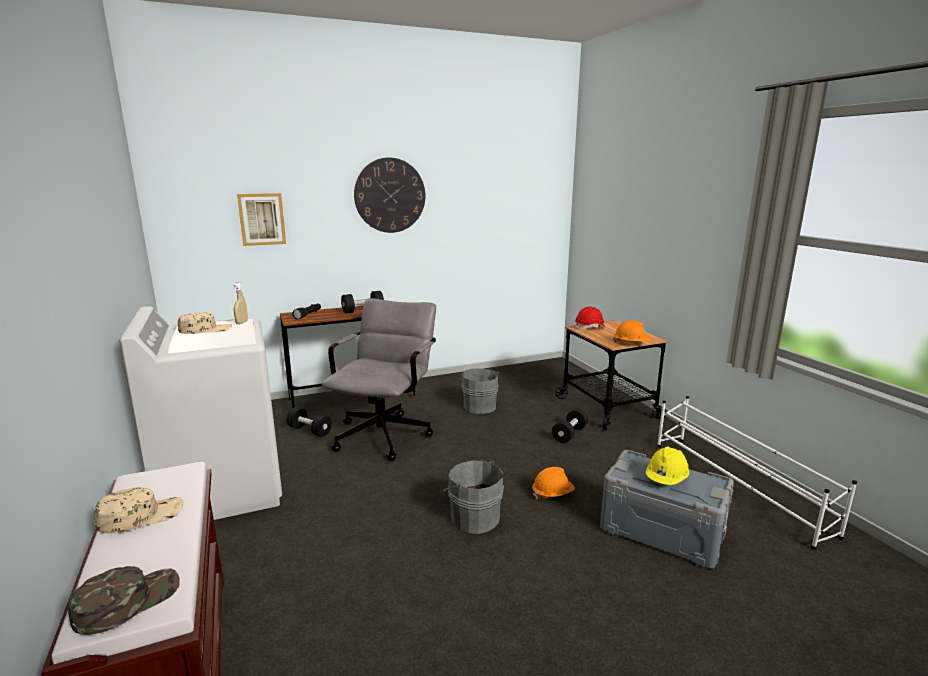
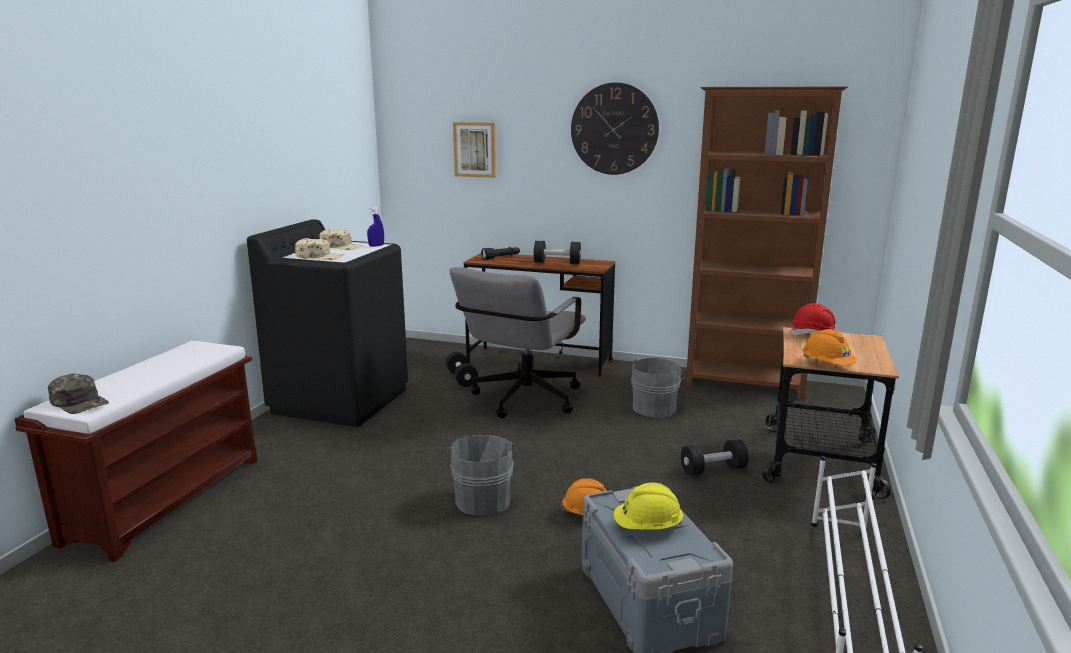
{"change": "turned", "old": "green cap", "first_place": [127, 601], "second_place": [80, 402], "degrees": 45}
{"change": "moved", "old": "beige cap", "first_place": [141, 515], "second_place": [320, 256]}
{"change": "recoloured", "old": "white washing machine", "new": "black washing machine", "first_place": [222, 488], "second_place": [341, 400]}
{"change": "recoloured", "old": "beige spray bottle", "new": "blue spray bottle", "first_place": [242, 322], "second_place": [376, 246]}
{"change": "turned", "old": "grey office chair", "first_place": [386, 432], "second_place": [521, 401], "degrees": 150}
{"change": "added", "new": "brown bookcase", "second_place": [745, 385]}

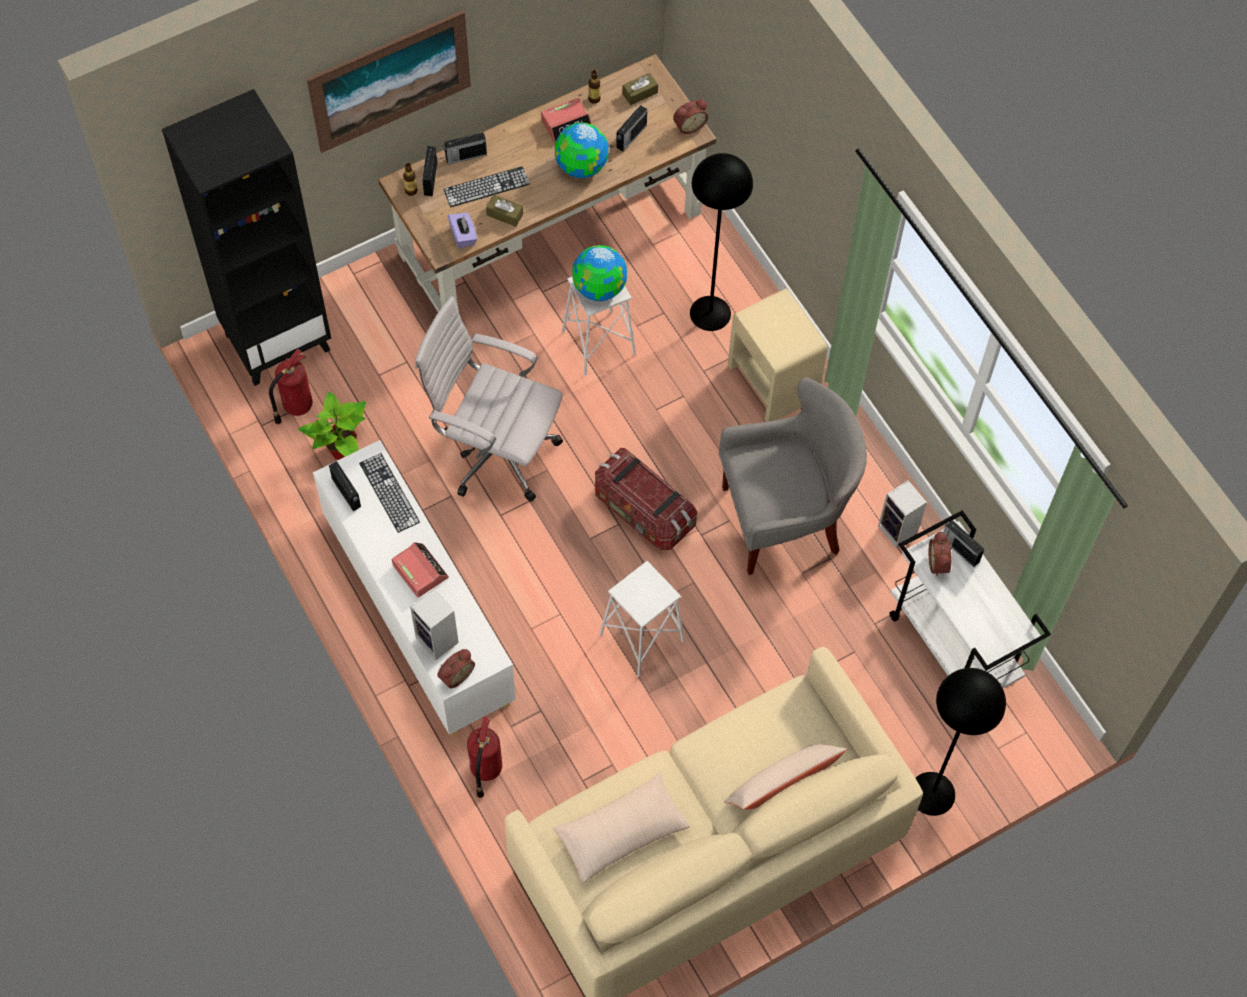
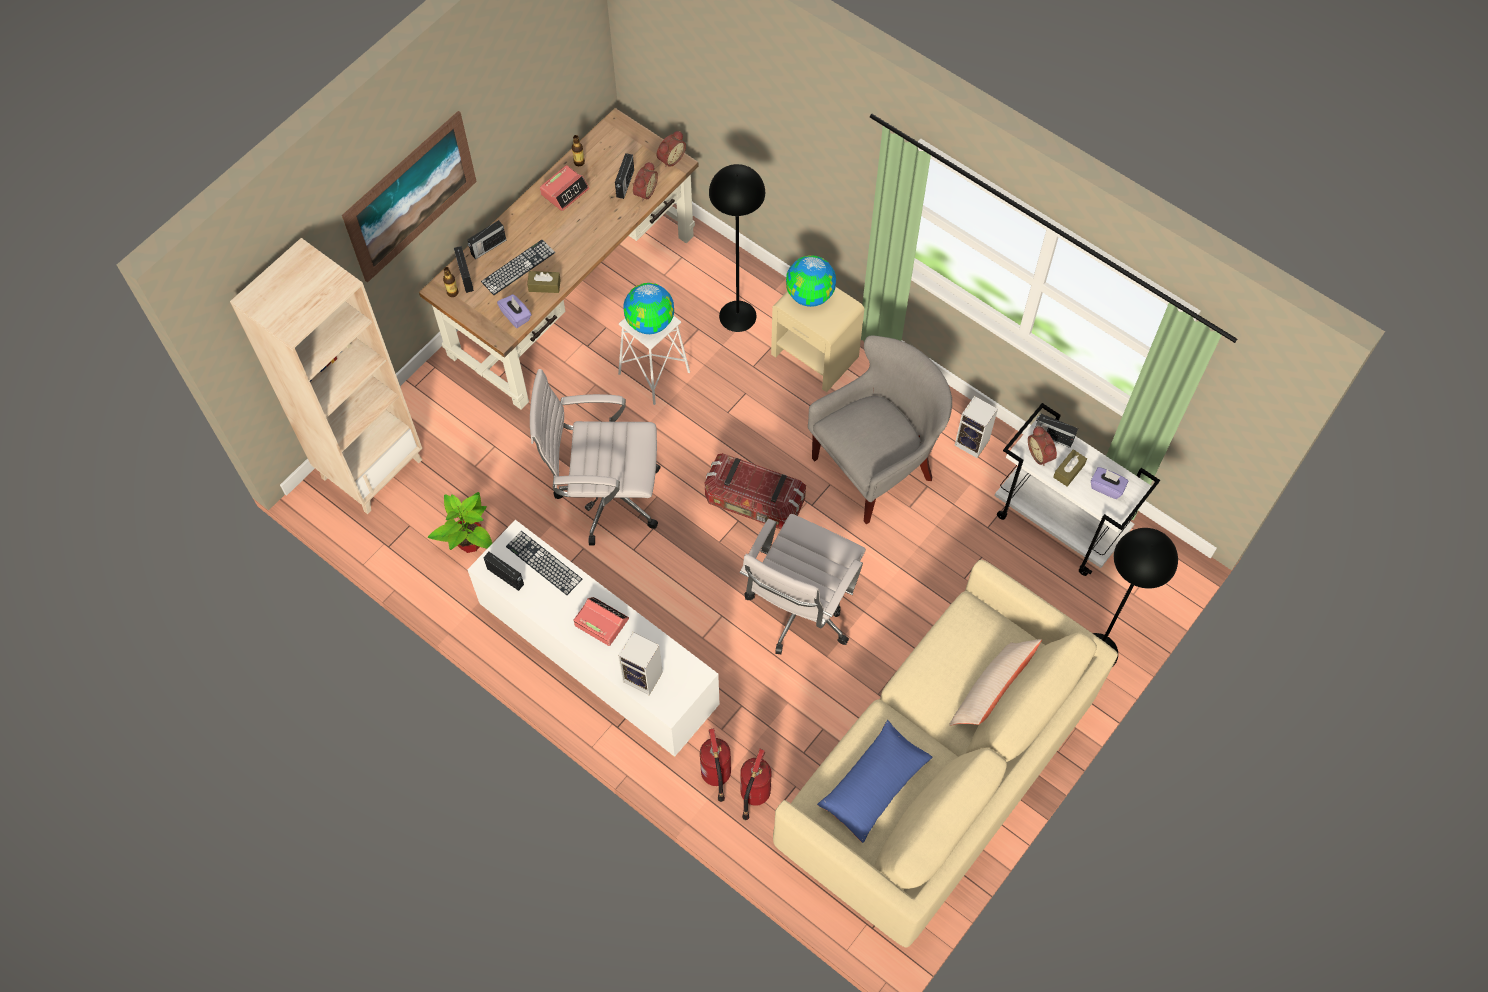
{"change": "recoloured", "old": "black bookcase", "new": "beige bookcase", "first_place": [278, 341], "second_place": [372, 468]}
{"change": "moved", "old": "fire extinguisher", "first_place": [296, 406], "second_place": [754, 794]}
{"change": "moved", "old": "alarm clock", "first_place": [455, 674], "second_place": [644, 191]}
{"change": "recoloured", "old": "beige pillow", "new": "blue pillow", "first_place": [621, 832], "second_place": [874, 784]}
{"change": "moved", "old": "globe", "first_place": [581, 166], "second_place": [810, 295]}
{"change": "replaced", "old": "white stool", "new": "white office chair", "first_place": [641, 637], "second_place": [800, 611]}
{"change": "moved", "old": "brown tissue box", "first_place": [640, 93], "second_place": [1068, 471]}
{"change": "added", "new": "purple tissue box", "second_place": [1106, 487]}

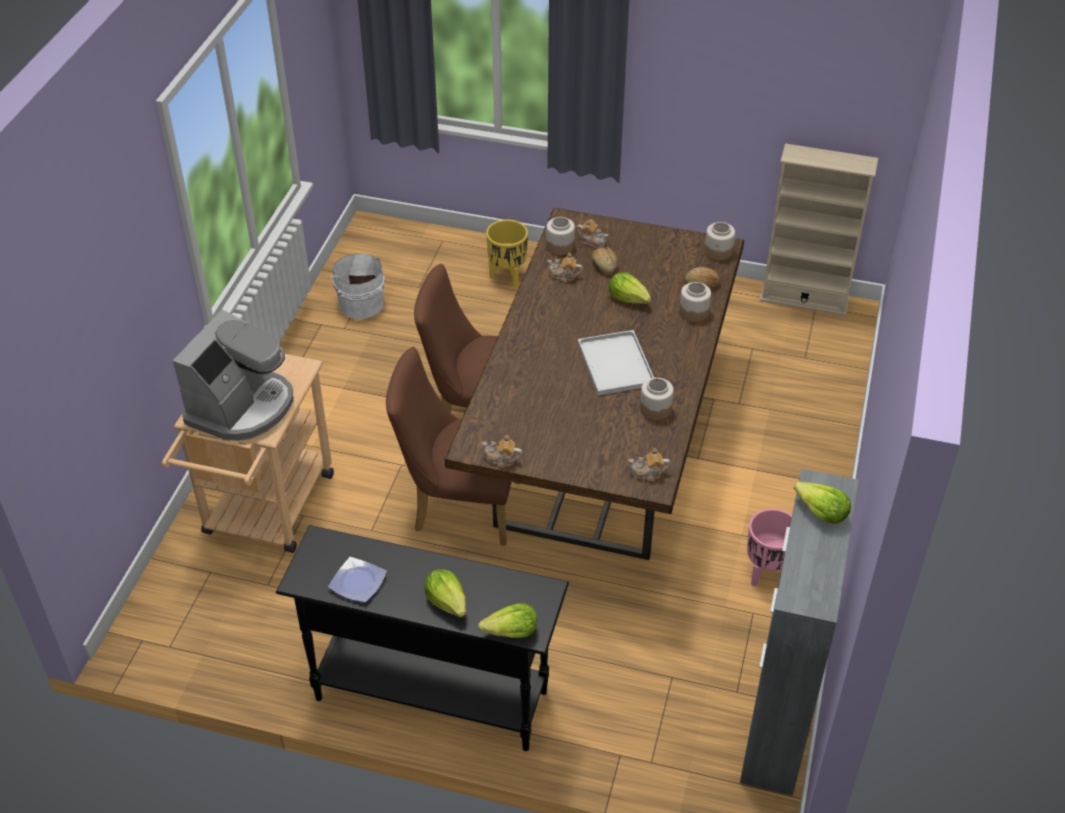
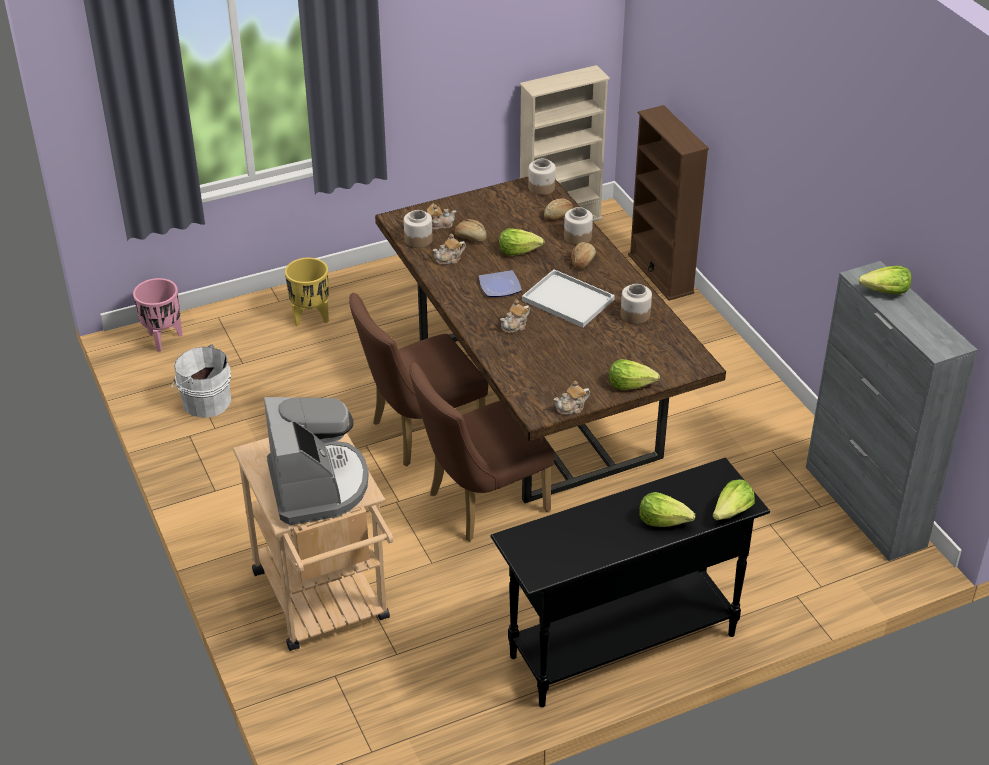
{"change": "moved", "old": "plate", "first_place": [359, 582], "second_place": [500, 286]}
{"change": "moved", "old": "teapot", "first_place": [648, 473], "second_place": [515, 326]}
{"change": "moved", "old": "pink planter", "first_place": [767, 573], "second_place": [164, 339]}
{"change": "added", "new": "bread", "second_place": [582, 261]}
{"change": "added", "new": "lettuce", "second_place": [630, 384]}
{"change": "added", "new": "brown bookcase", "second_place": [660, 274]}

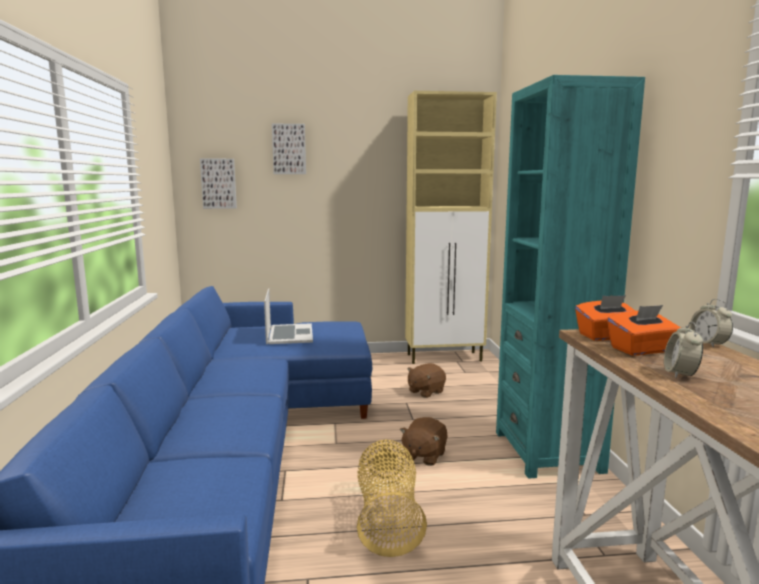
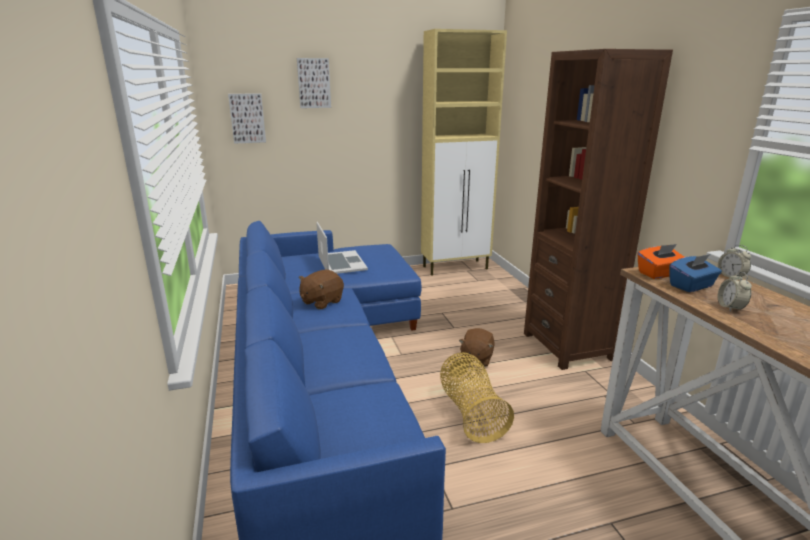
{"change": "moved", "old": "brown plush toy", "first_place": [425, 391], "second_place": [321, 302]}
{"change": "recoloured", "old": "turquoise bookcase", "new": "brown bookcase", "first_place": [548, 451], "second_place": [568, 346]}
{"change": "recoloured", "old": "orange tissue box", "new": "blue tissue box", "first_place": [642, 350], "second_place": [691, 286]}

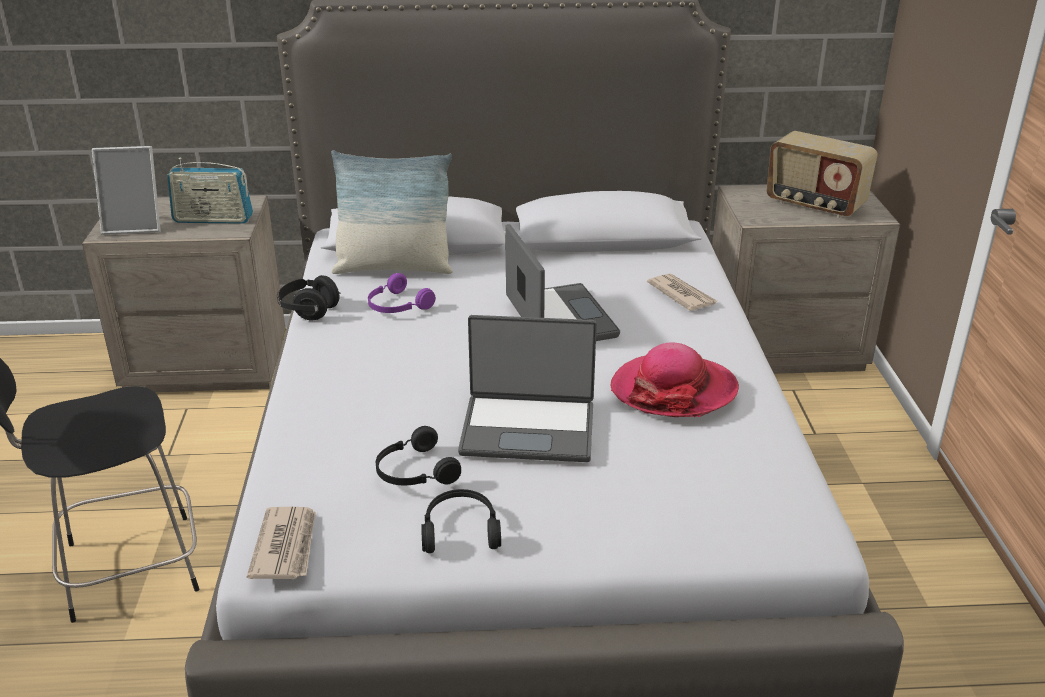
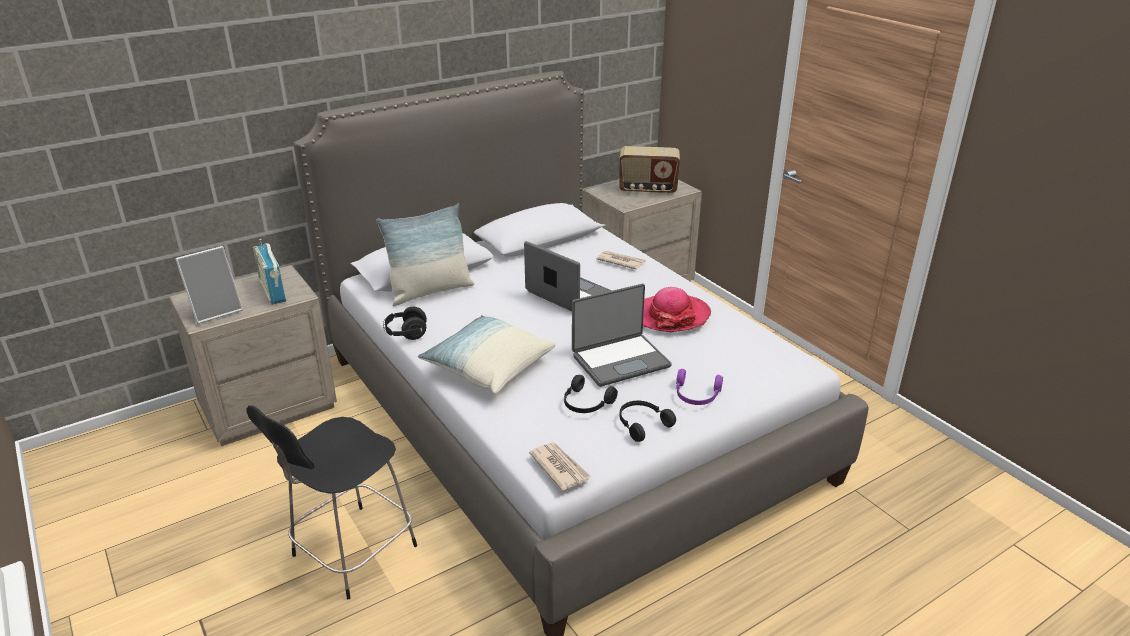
{"change": "turned", "old": "radio", "first_place": [213, 219], "second_place": [273, 291], "degrees": 90}
{"change": "moved", "old": "purple headphones", "first_place": [397, 306], "second_place": [696, 396]}
{"change": "added", "new": "pillow", "second_place": [488, 367]}

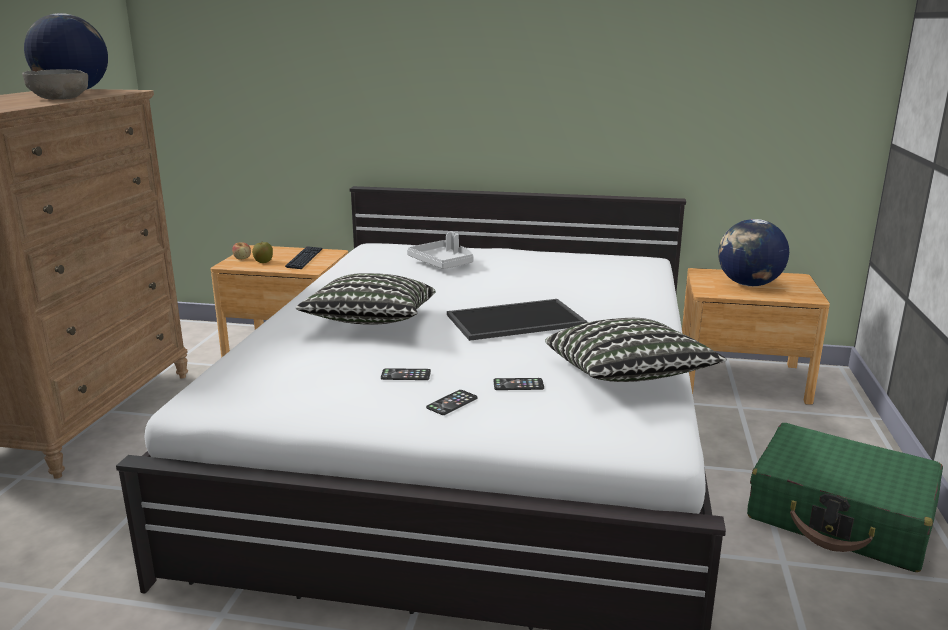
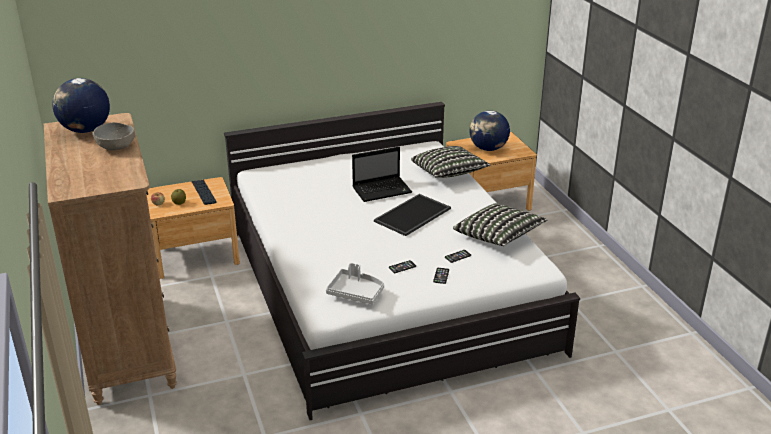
{"change": "moved", "old": "pillow", "first_place": [371, 323], "second_place": [448, 174]}
{"change": "moved", "old": "grey tray", "first_place": [443, 263], "second_place": [356, 293]}
{"change": "removed", "old": "green suitcase", "first_place": [840, 516]}
{"change": "added", "new": "laptop", "second_place": [383, 190]}

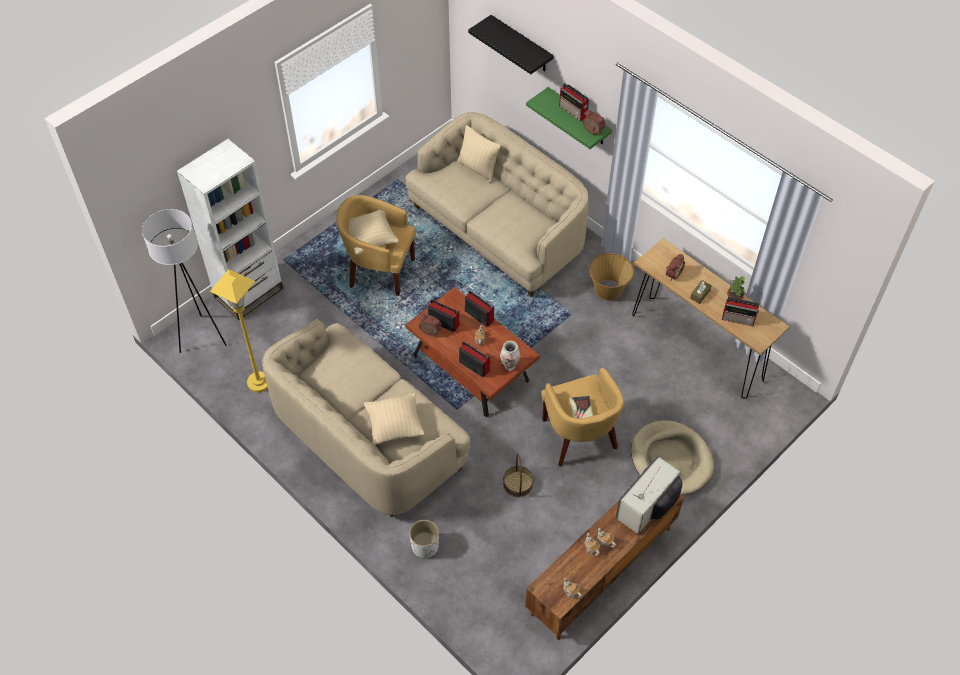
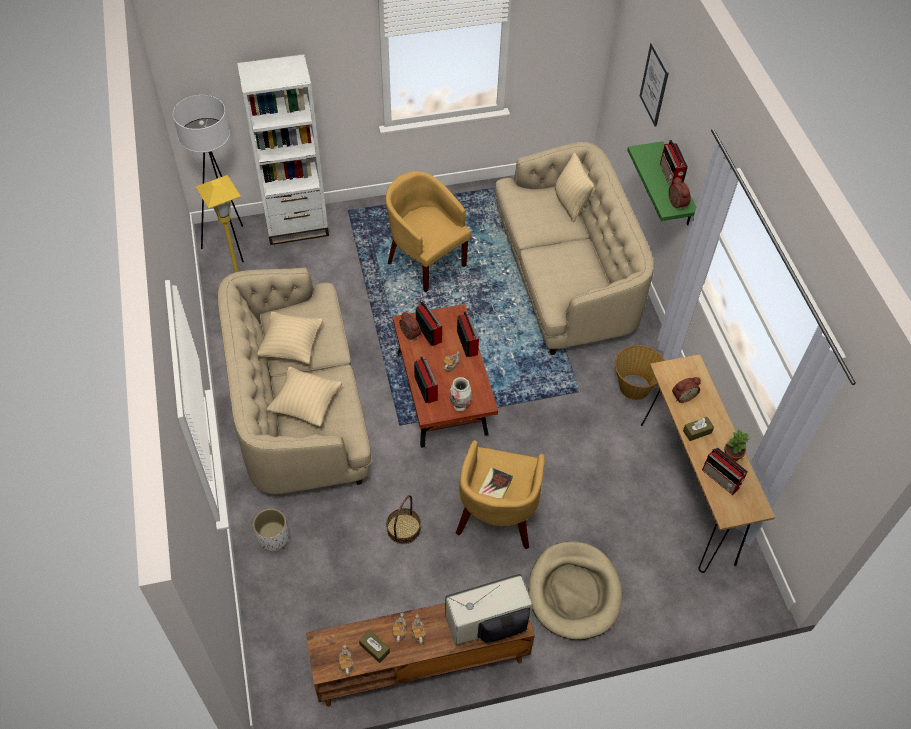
{"change": "moved", "old": "beige pillow", "first_place": [371, 240], "second_place": [291, 346]}
{"change": "replaced", "old": "black shelf", "new": "picture", "first_place": [521, 45], "second_place": [654, 84]}
{"change": "added", "new": "brown tissue box", "second_place": [374, 648]}

